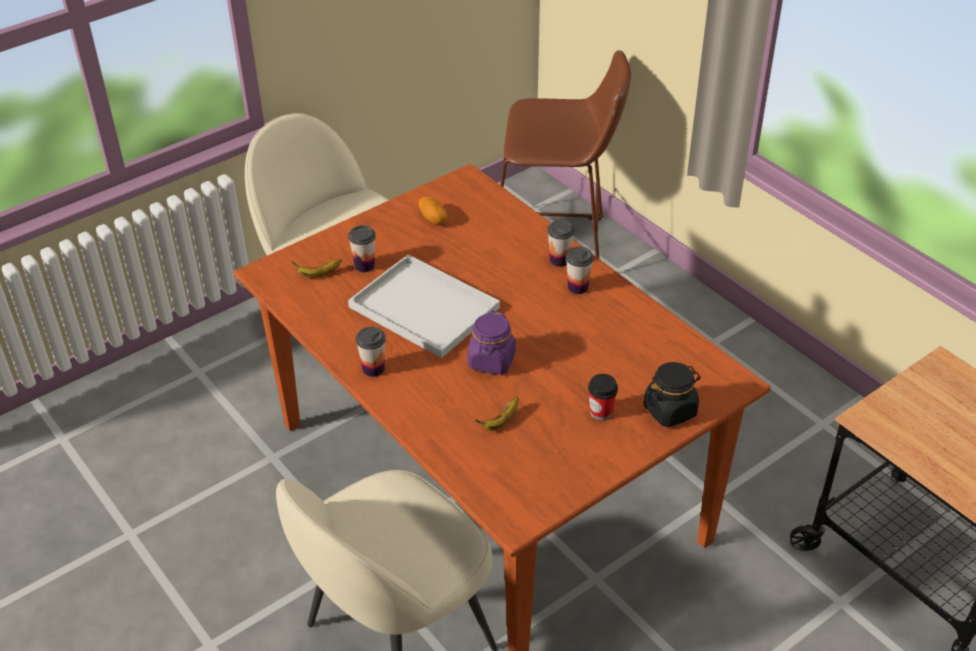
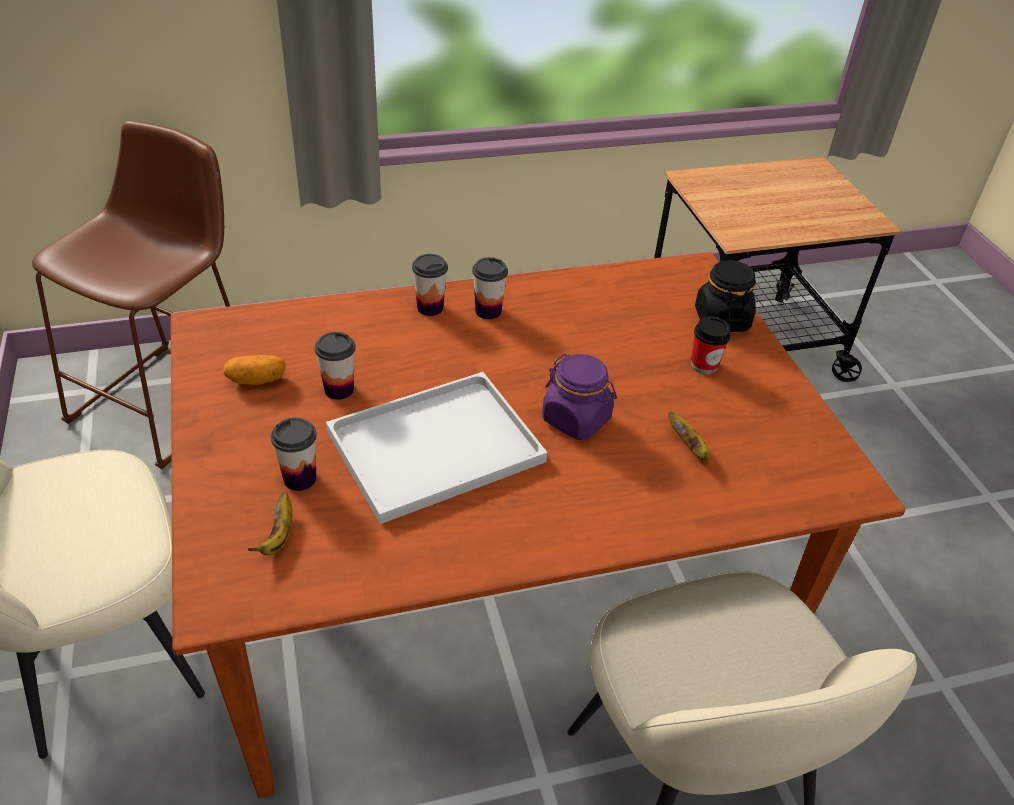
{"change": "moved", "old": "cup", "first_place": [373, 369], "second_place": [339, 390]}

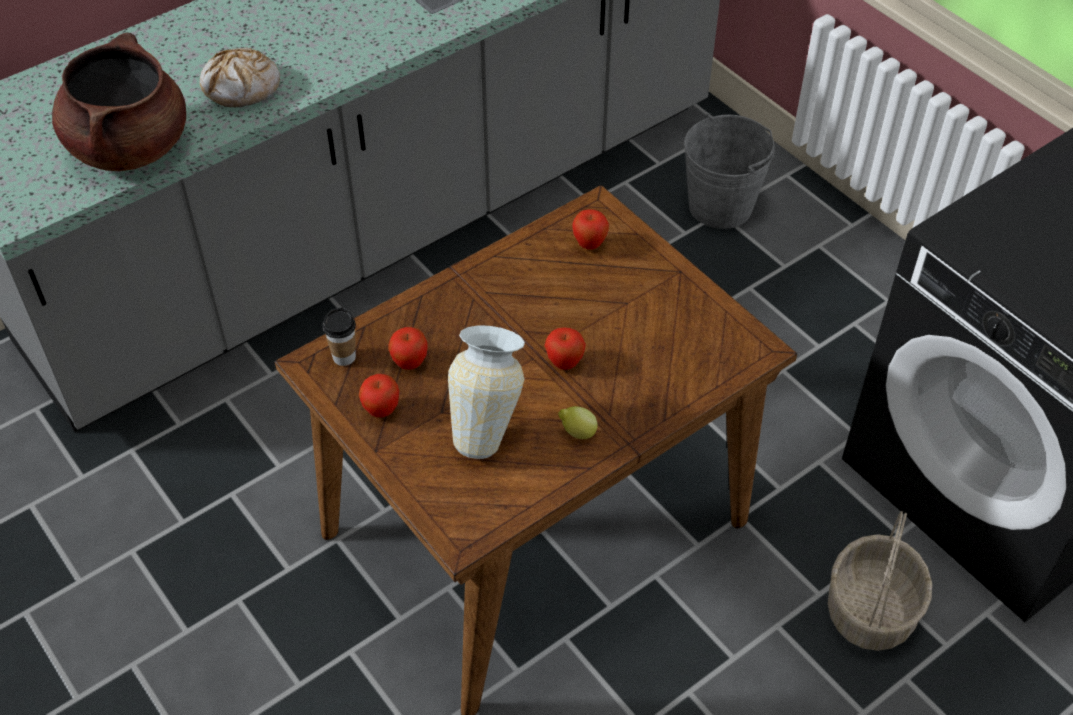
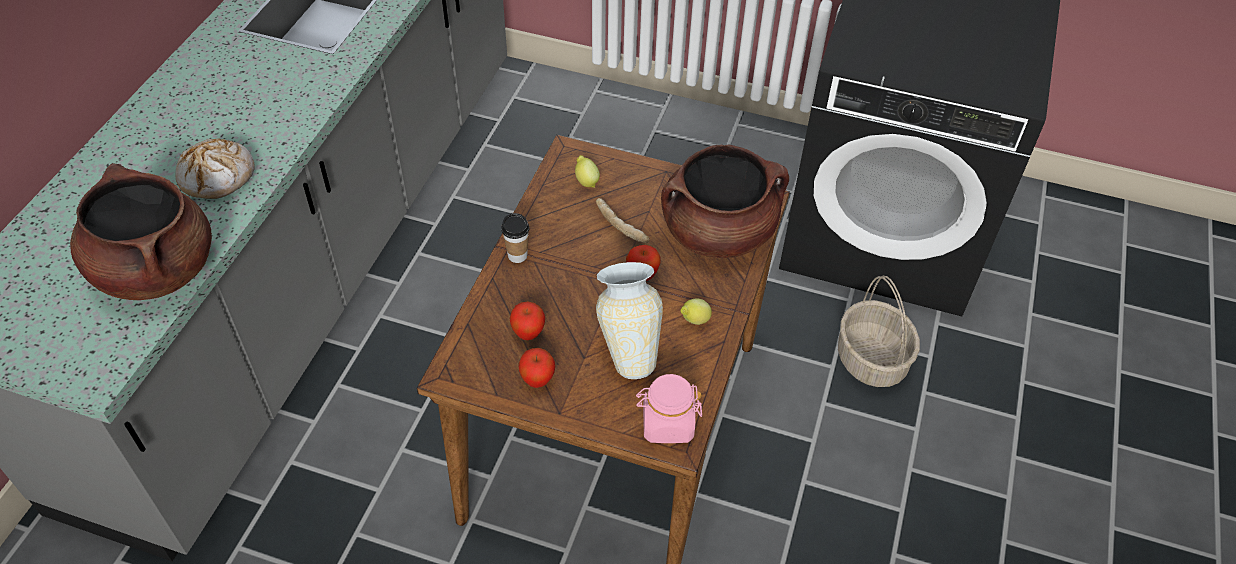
{"change": "moved", "old": "cup", "first_place": [344, 357], "second_place": [517, 255]}
{"change": "replaced", "old": "apple", "new": "lemon", "first_place": [589, 244], "second_place": [586, 181]}
{"change": "removed", "old": "grey bucket", "first_place": [720, 206]}
{"change": "added", "new": "bread", "second_place": [622, 226]}
{"change": "added", "new": "pink jar", "second_place": [667, 424]}
{"change": "added", "new": "brown cooking pot", "second_place": [718, 232]}

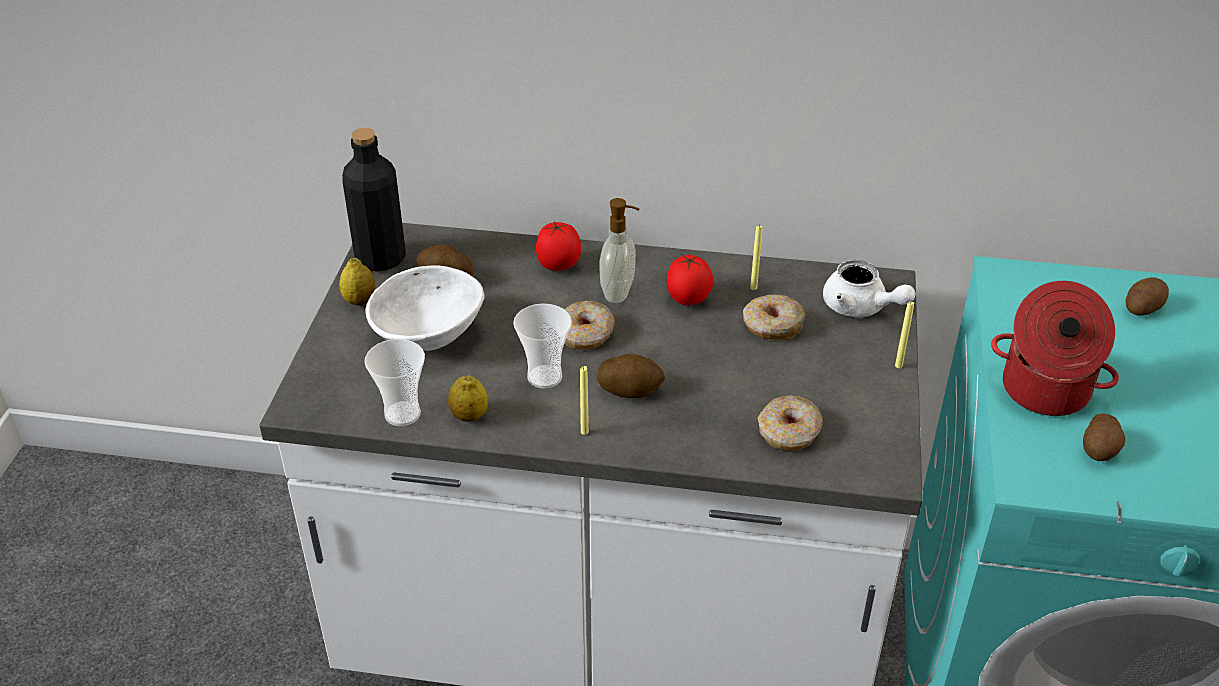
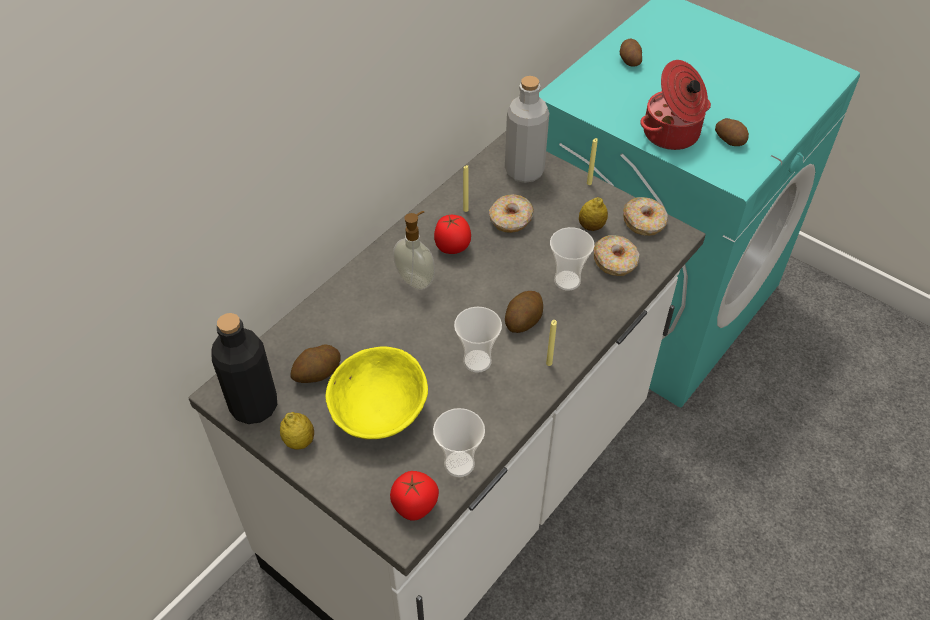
{"change": "recoloured", "old": "white bowl", "new": "yellow bowl", "first_place": [429, 336], "second_place": [380, 412]}
{"change": "moved", "old": "lemon", "first_place": [469, 416], "second_place": [591, 226]}
{"change": "moved", "old": "tomato", "first_place": [559, 265], "second_place": [415, 506]}
{"change": "moved", "old": "donut", "first_place": [585, 334], "second_place": [644, 222]}
{"change": "replaced", "old": "white teapot", "new": "grey bottle", "first_place": [860, 308], "second_place": [524, 171]}
{"change": "added", "new": "cup", "second_place": [567, 280]}

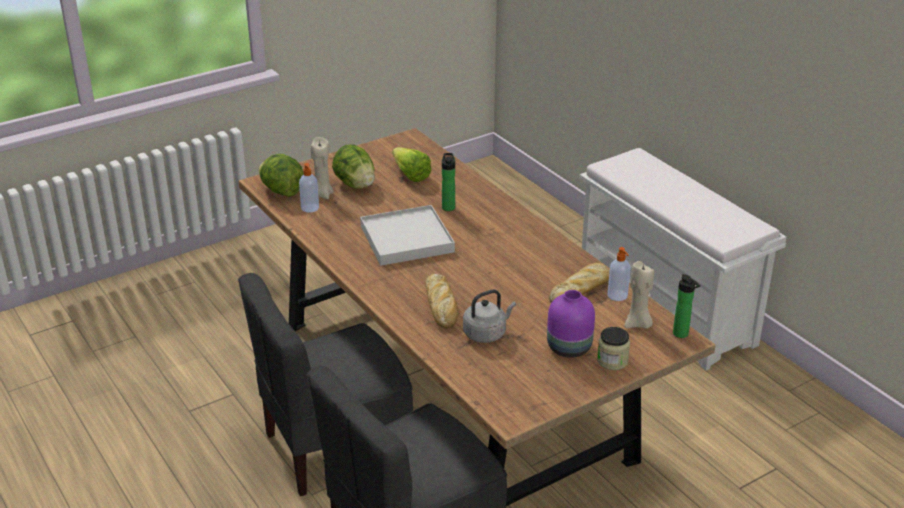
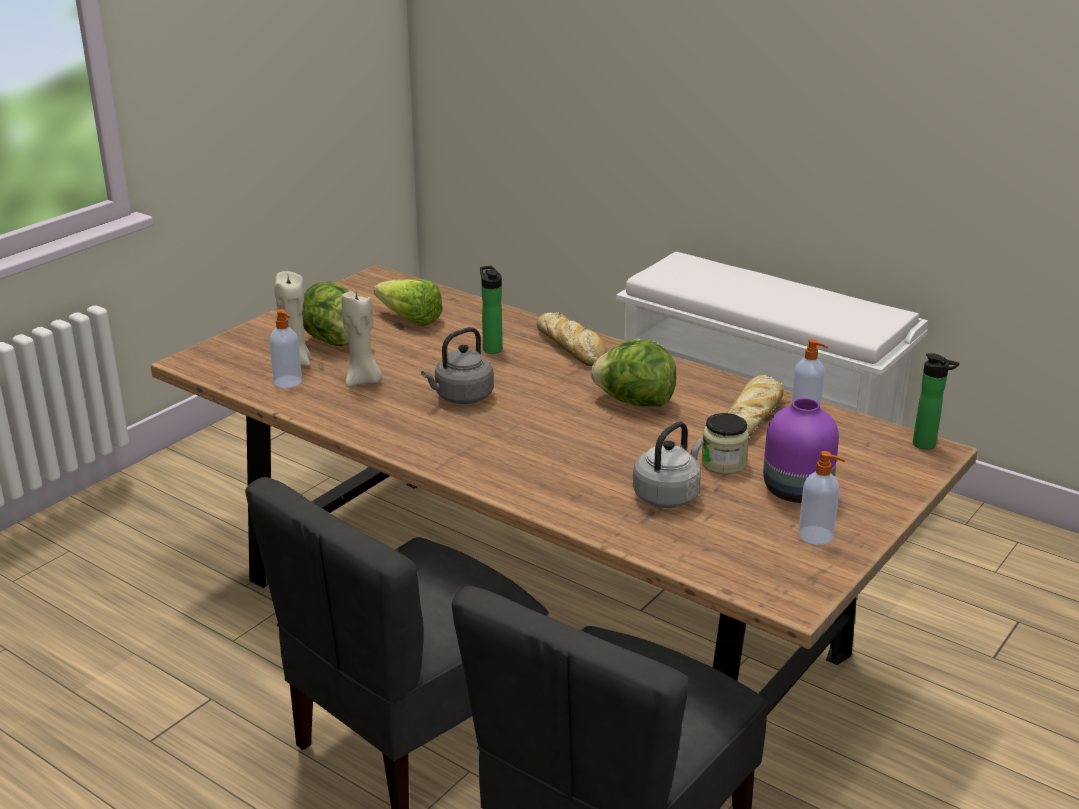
{"change": "moved", "old": "lettuce", "first_place": [281, 191], "second_place": [634, 402]}
{"change": "replaced", "old": "white tray", "new": "grey kettle", "first_place": [406, 239], "second_place": [461, 397]}
{"change": "moved", "old": "bread", "first_place": [441, 306], "second_place": [572, 347]}
{"change": "moved", "old": "jar", "first_place": [612, 361], "second_place": [723, 463]}
{"change": "moved", "old": "beige candle", "first_place": [638, 324], "second_place": [363, 381]}
{"change": "added", "new": "soap dispenser", "second_place": [817, 536]}

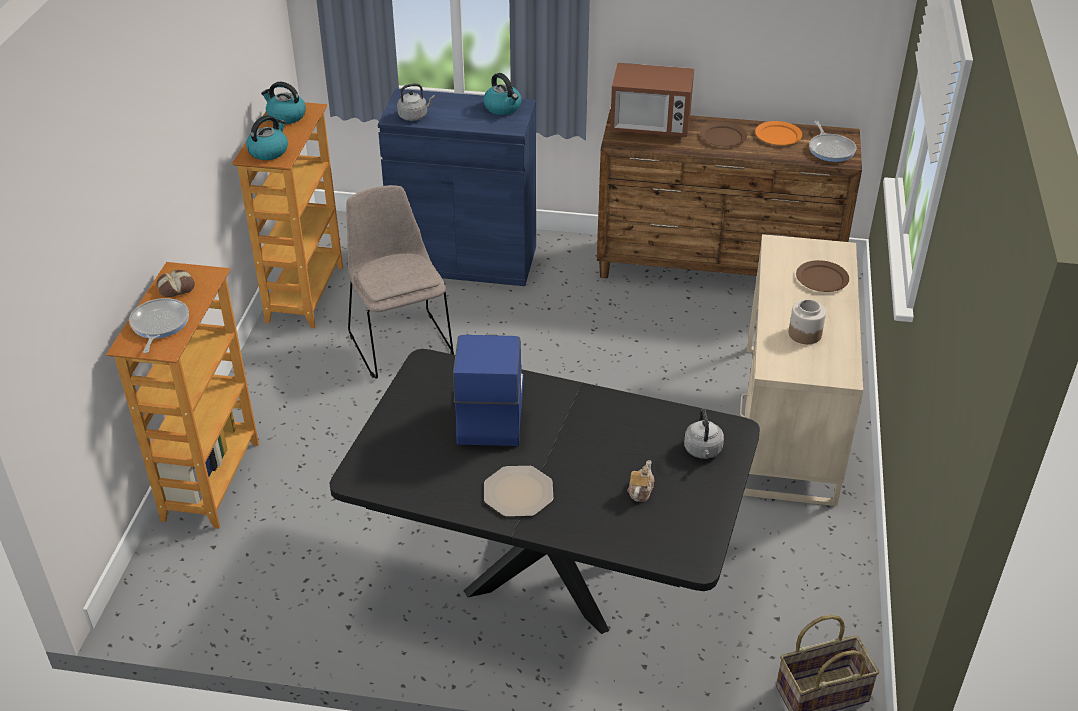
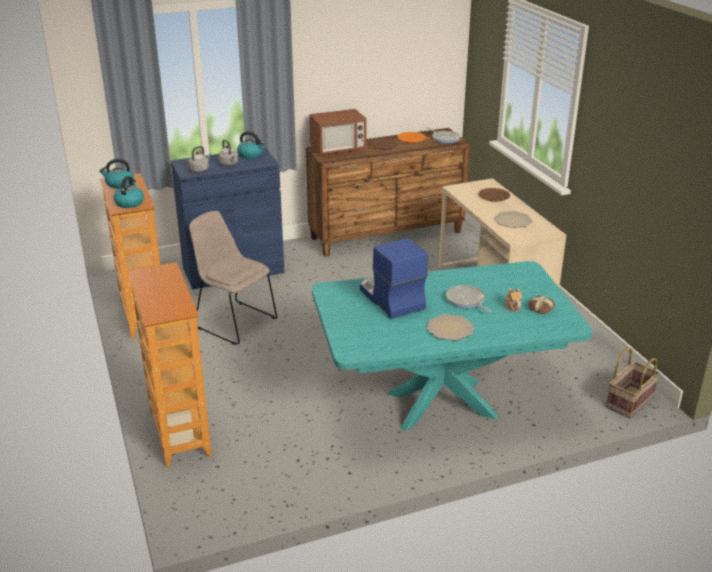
{"change": "moved", "old": "frying pan", "first_place": [159, 325], "second_place": [466, 301]}
{"change": "moved", "old": "bread", "first_place": [176, 287], "second_place": [540, 307]}
{"change": "recoloured", "old": "black dining table", "new": "turquoise dining table", "first_place": [548, 576], "second_place": [440, 404]}
{"change": "moved", "old": "grey kettle", "first_place": [703, 451], "second_place": [229, 164]}
{"change": "replaced", "old": "jar", "new": "plate", "first_place": [804, 334], "second_place": [512, 220]}

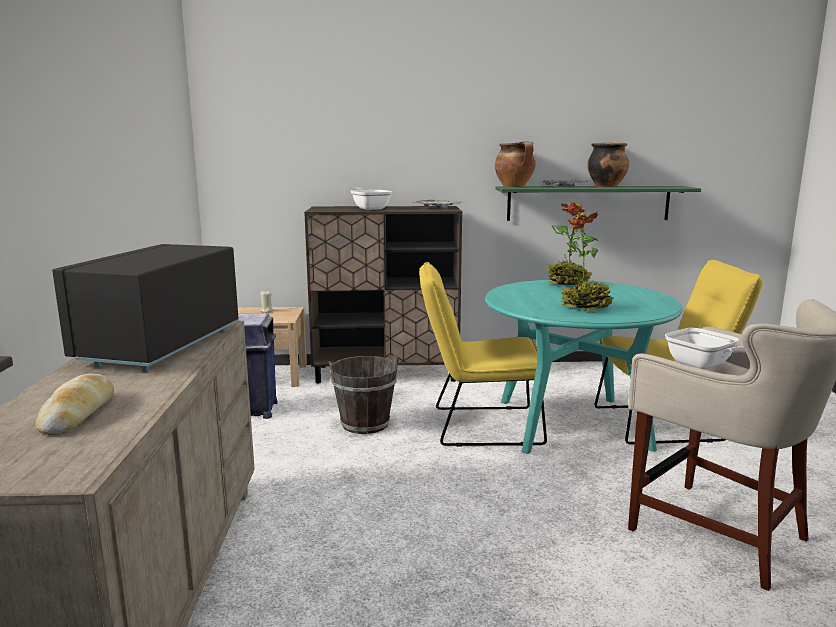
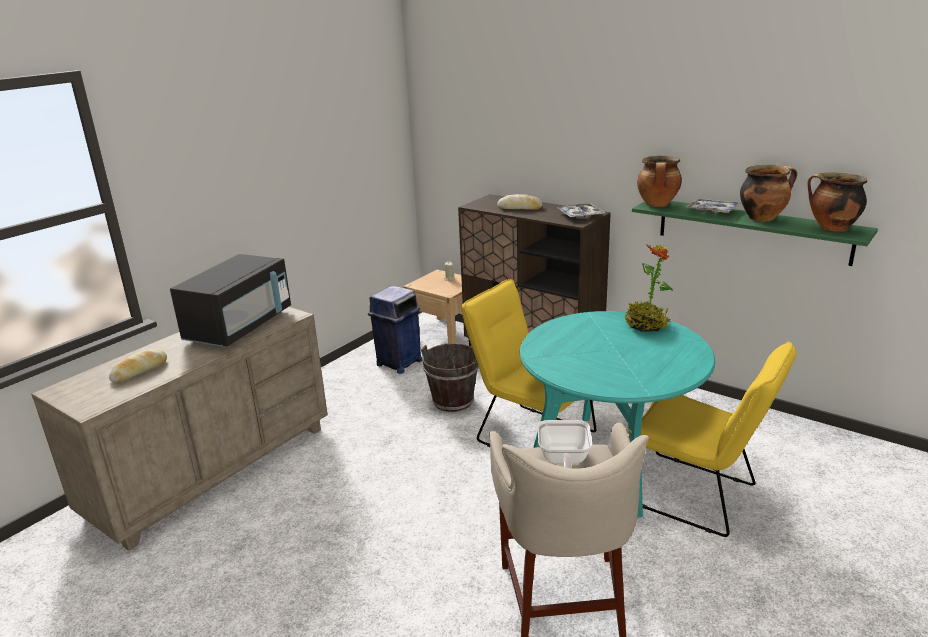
{"change": "turned", "old": "black microwave", "first_place": [160, 345], "second_place": [240, 326], "degrees": 150}
{"change": "replaced", "old": "frying pan", "new": "bread", "first_place": [369, 208], "second_place": [519, 208]}
{"change": "removed", "old": "potted plant", "first_place": [585, 308]}
{"change": "added", "new": "cooking pot", "second_place": [831, 228]}

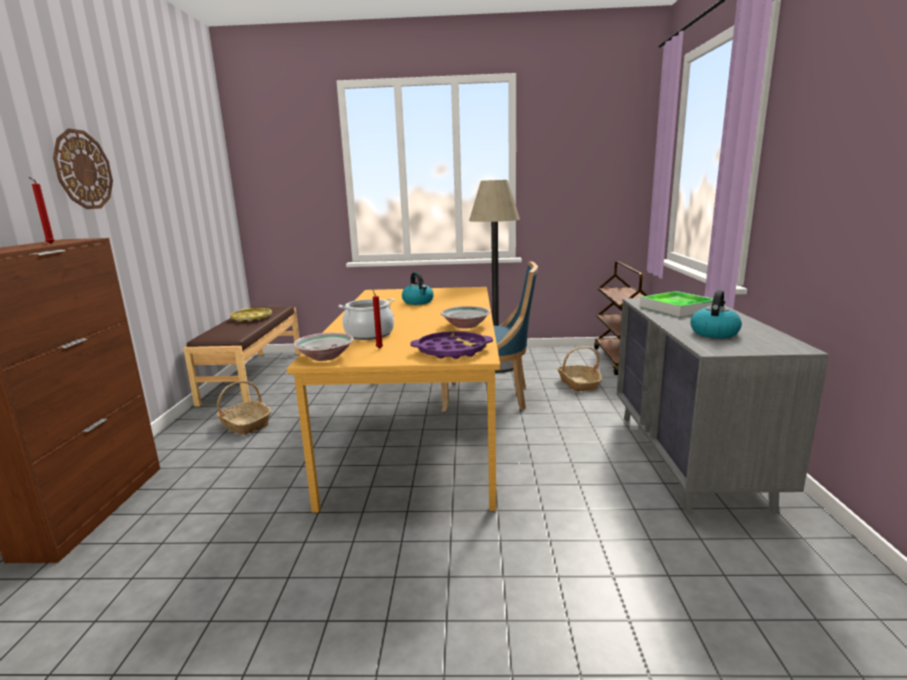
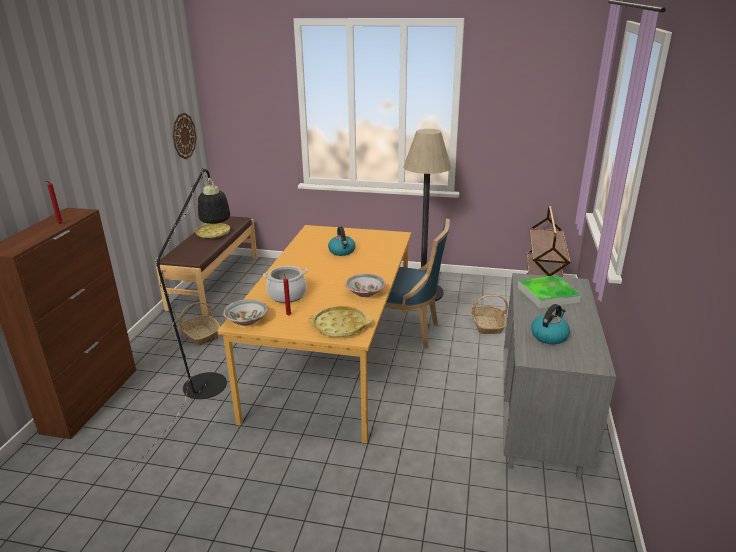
{"change": "moved", "old": "wall clock", "first_place": [83, 170], "second_place": [184, 136]}
{"change": "recoloured", "old": "purple tray", "new": "yellow tray", "first_place": [452, 351], "second_place": [340, 326]}
{"change": "added", "new": "black floor lamp", "second_place": [210, 378]}

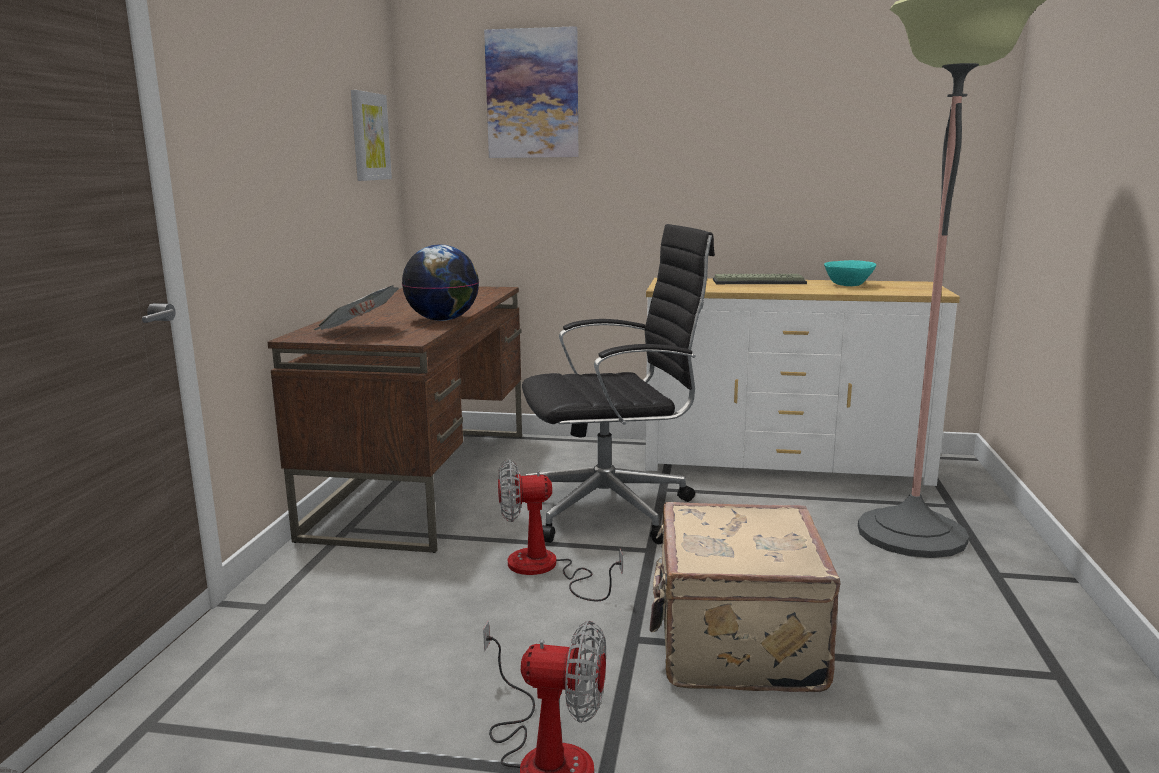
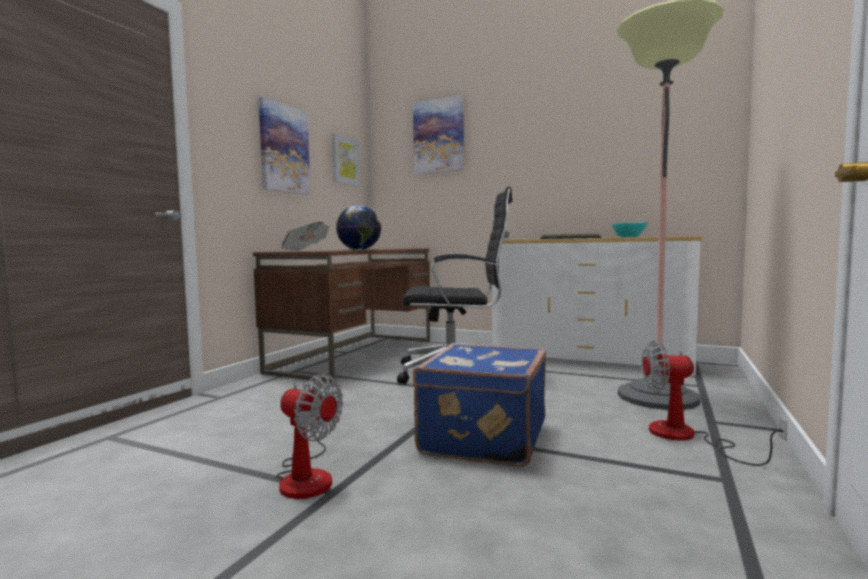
{"change": "moved", "old": "fan", "first_place": [545, 569], "second_place": [686, 437]}
{"change": "recoloured", "old": "beige suitcase", "new": "blue suitcase", "first_place": [734, 644], "second_place": [481, 438]}
{"change": "added", "new": "picture", "second_place": [284, 149]}

